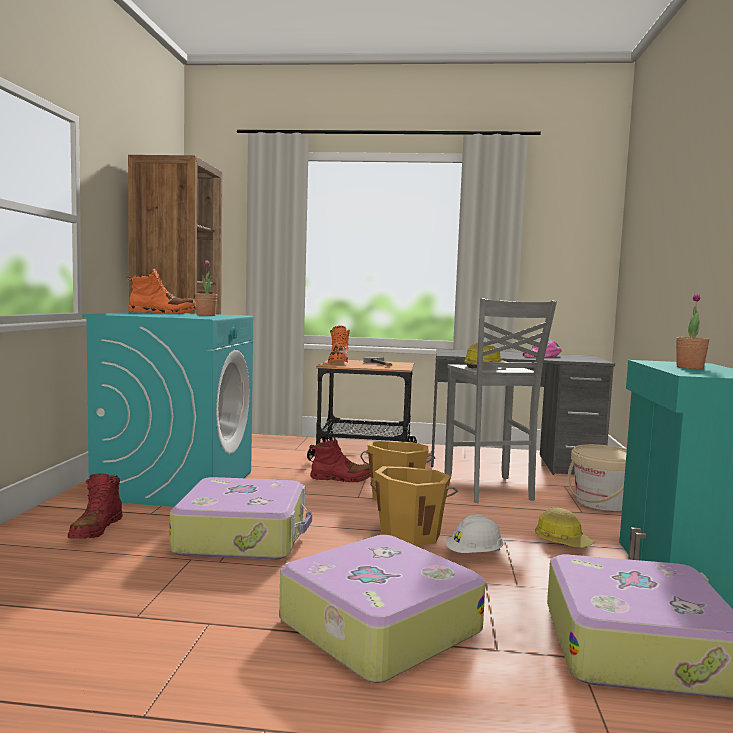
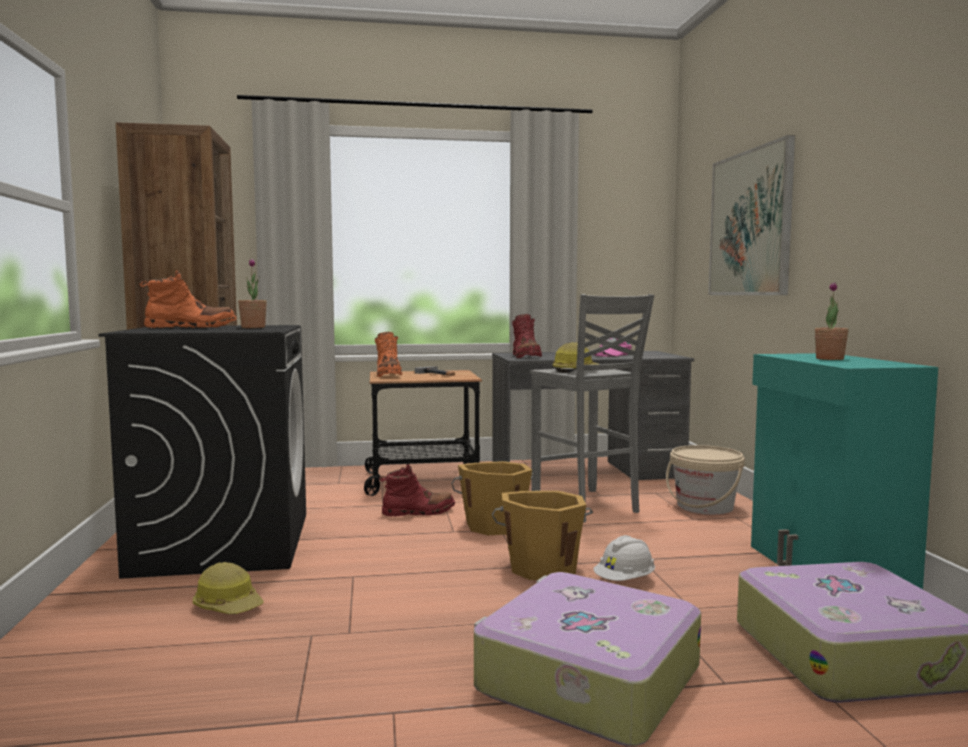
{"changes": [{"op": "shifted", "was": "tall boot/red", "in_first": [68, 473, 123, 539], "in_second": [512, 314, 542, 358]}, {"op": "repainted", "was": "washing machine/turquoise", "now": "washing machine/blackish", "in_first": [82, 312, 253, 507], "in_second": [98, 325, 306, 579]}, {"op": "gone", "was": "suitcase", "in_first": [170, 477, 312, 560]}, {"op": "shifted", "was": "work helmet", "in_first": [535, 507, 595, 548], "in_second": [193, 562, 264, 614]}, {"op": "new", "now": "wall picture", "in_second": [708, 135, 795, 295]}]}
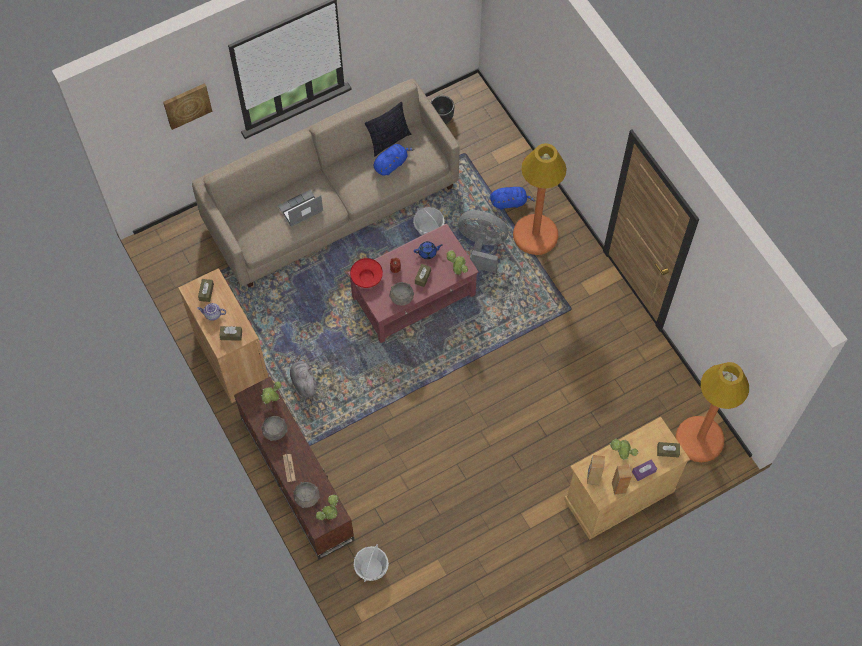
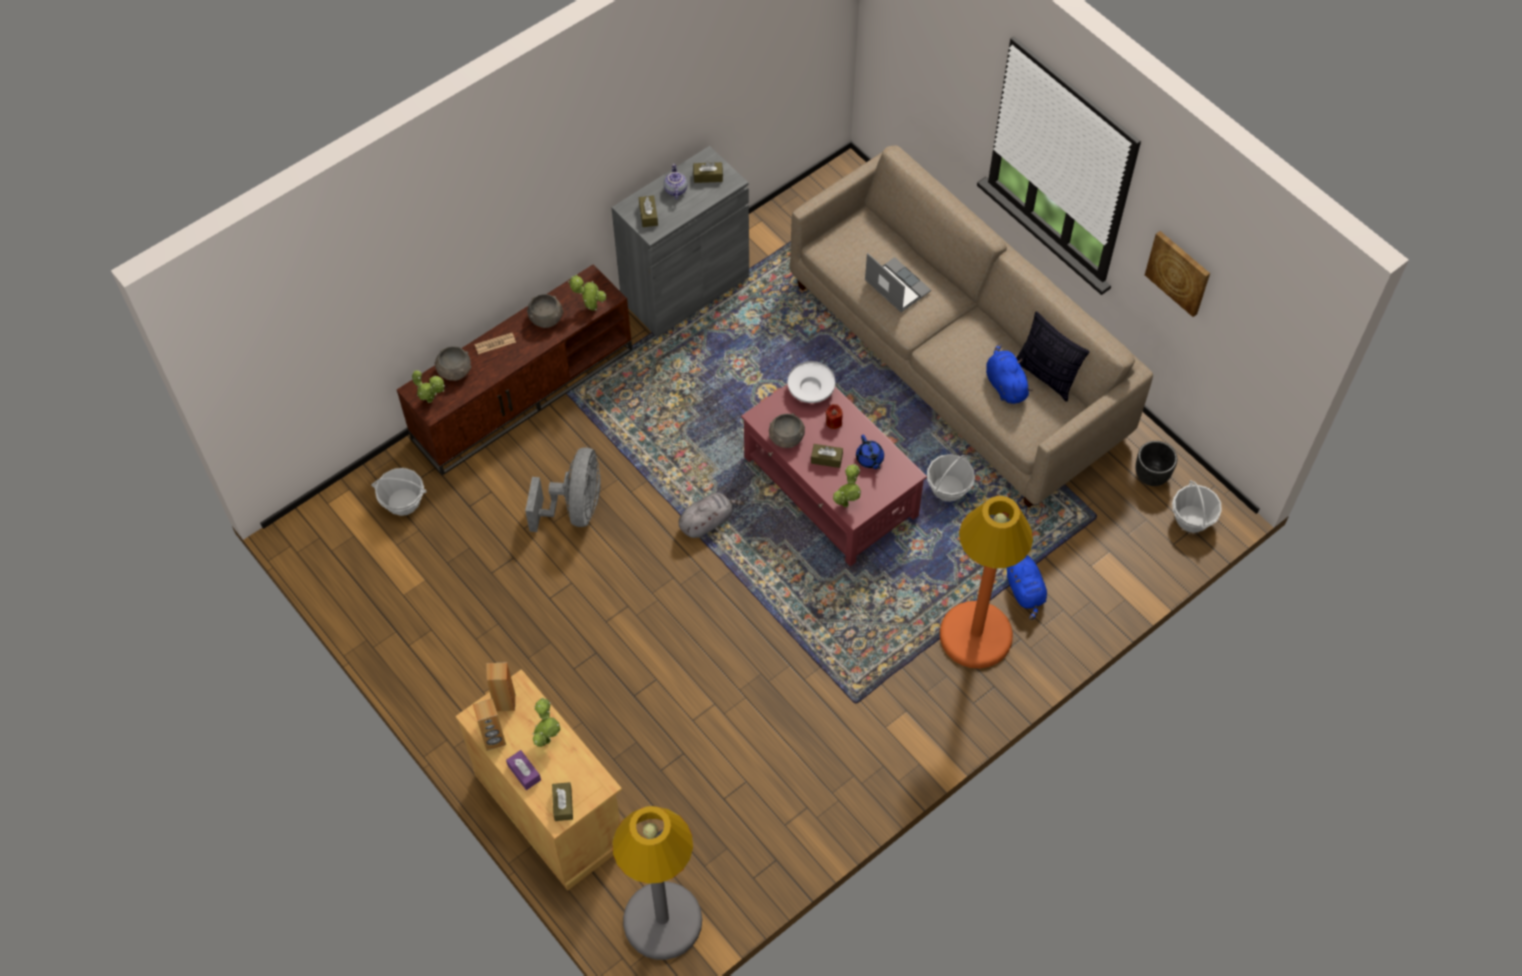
{"changes": [{"op": "shifted", "was": "wall picture", "in_first": [163, 83, 212, 130], "in_second": [1145, 231, 1210, 317]}, {"op": "repainted", "was": "cabinet/brownish", "now": "cabinet/gray", "in_first": [178, 268, 268, 403], "in_second": [611, 146, 749, 338]}, {"op": "shifted", "was": "cuddly toy/gray", "in_first": [290, 354, 318, 397], "in_second": [679, 493, 745, 538]}, {"op": "repainted", "was": "serving bowl/red", "now": "serving bowl/whitish", "in_first": [350, 258, 383, 288], "in_second": [787, 361, 835, 403]}, {"op": "rotated", "was": "cuddly toy/blue", "in_first": [374, 144, 415, 175], "in_second": [986, 343, 1033, 404], "clockwise": -150}, {"op": "shifted", "was": "fan/gray", "in_first": [458, 210, 508, 273], "in_second": [525, 447, 601, 532]}, {"op": "repainted", "was": "floor lamp/orange", "now": "floor lamp/gray", "in_first": [676, 362, 749, 462], "in_second": [612, 806, 702, 960]}, {"op": "new", "now": "storage basket", "in_second": [1172, 480, 1222, 533]}]}
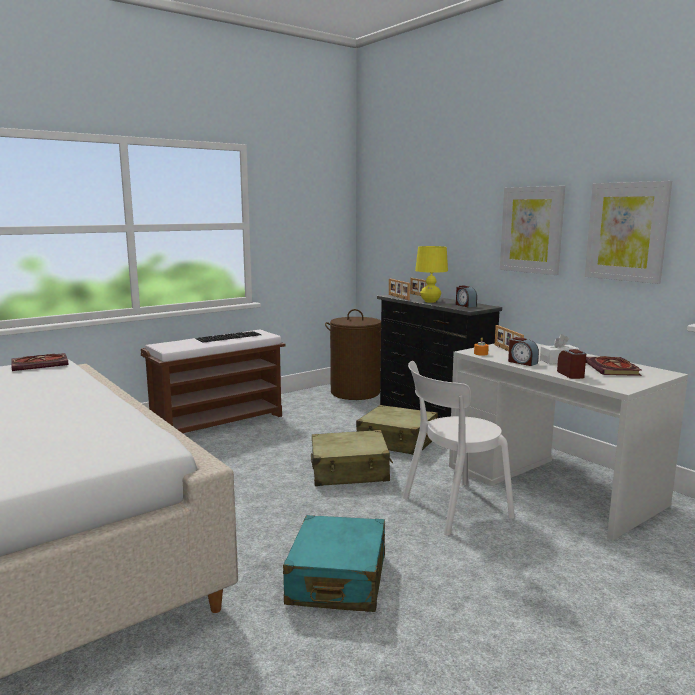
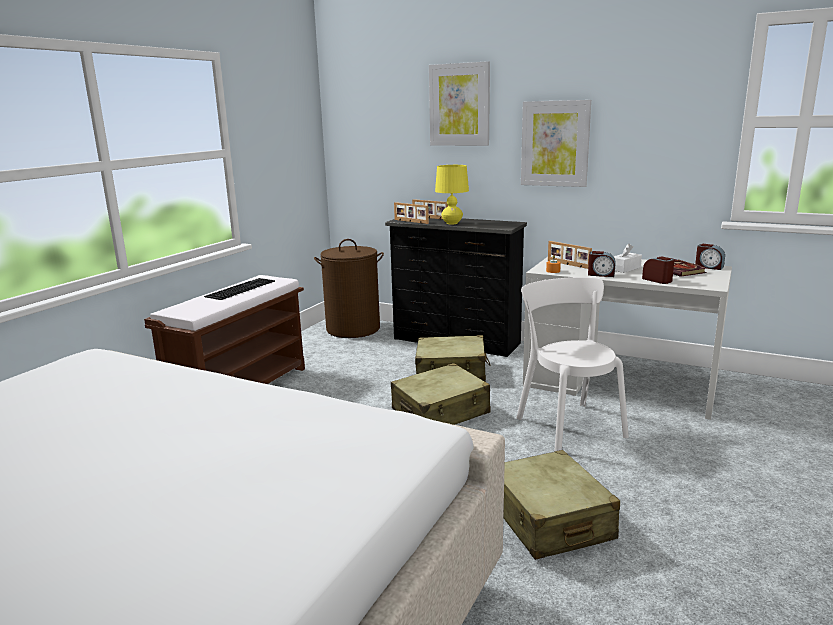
{"changes": [{"op": "gone", "was": "book", "in_first": [11, 353, 69, 371]}, {"op": "repainted", "was": "suitcase/turquoise", "now": "suitcase/sand-coloured", "in_first": [283, 515, 385, 612], "in_second": [503, 450, 620, 560]}, {"op": "rotated", "was": "upright chair/whitish", "in_first": [403, 361, 515, 536], "in_second": [516, 277, 629, 451], "clockwise": 120}, {"op": "shifted", "was": "table clock", "in_first": [456, 285, 477, 307], "in_second": [695, 244, 725, 270]}, {"op": "shifted", "was": "wall picture", "in_first": [585, 181, 672, 284], "in_second": [429, 61, 490, 146]}]}
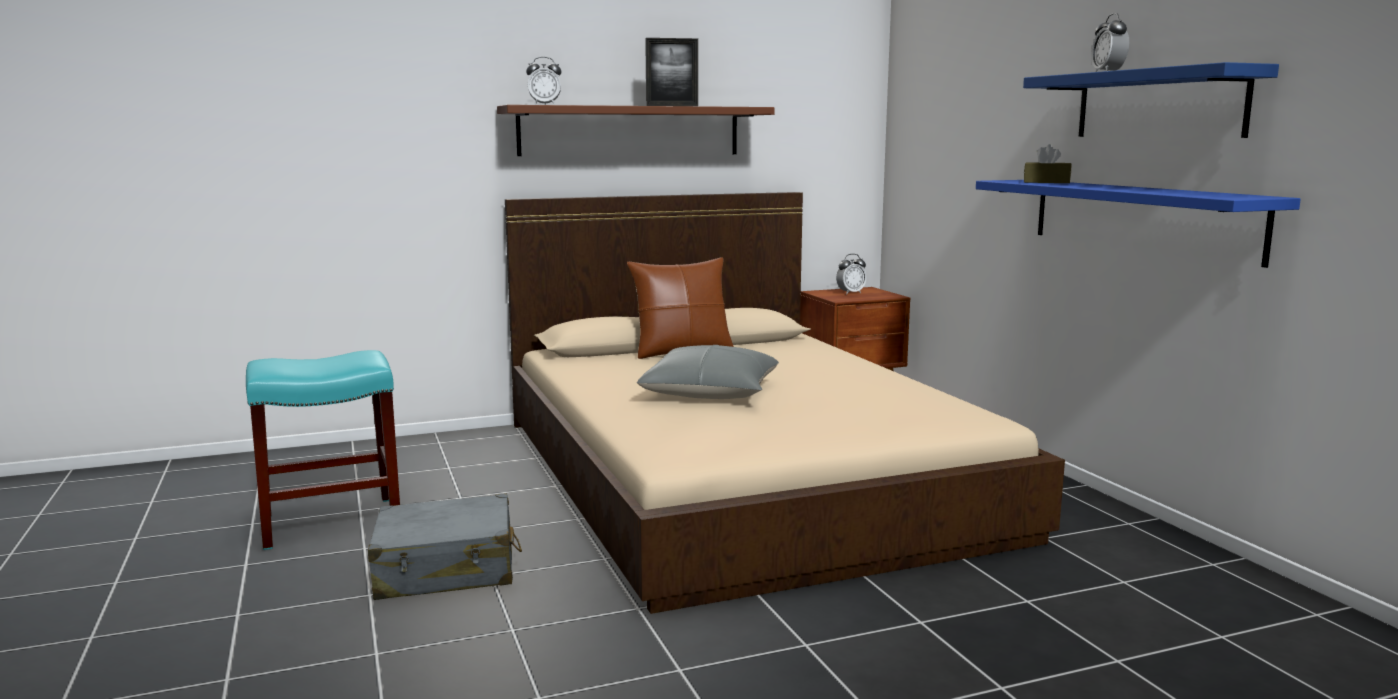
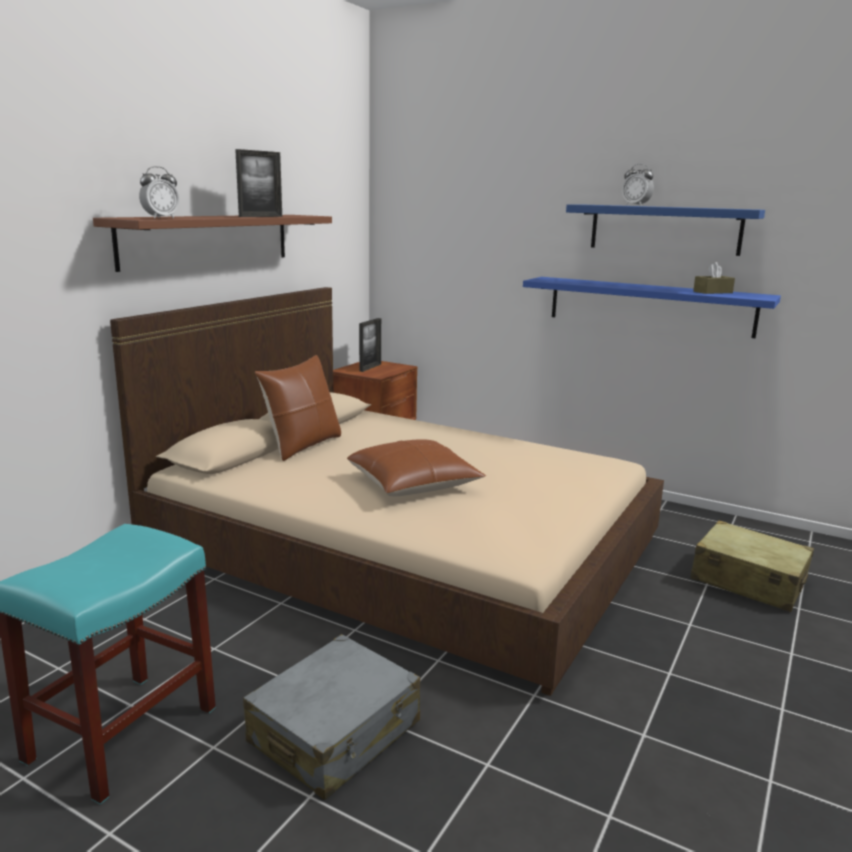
{"changes": [{"op": "repainted", "was": "pillow/gray", "now": "pillow/brownish", "in_first": [637, 345, 779, 399], "in_second": [347, 439, 486, 497]}, {"op": "swapped", "was": "table clock", "now": "photo frame", "in_first": [836, 254, 867, 294], "in_second": [359, 318, 381, 372]}, {"op": "shifted", "was": "tissue holder/brownish", "in_first": [1024, 144, 1071, 183], "in_second": [693, 262, 735, 294]}, {"op": "new", "now": "suitcase/sand-coloured", "in_second": [690, 520, 814, 612]}]}
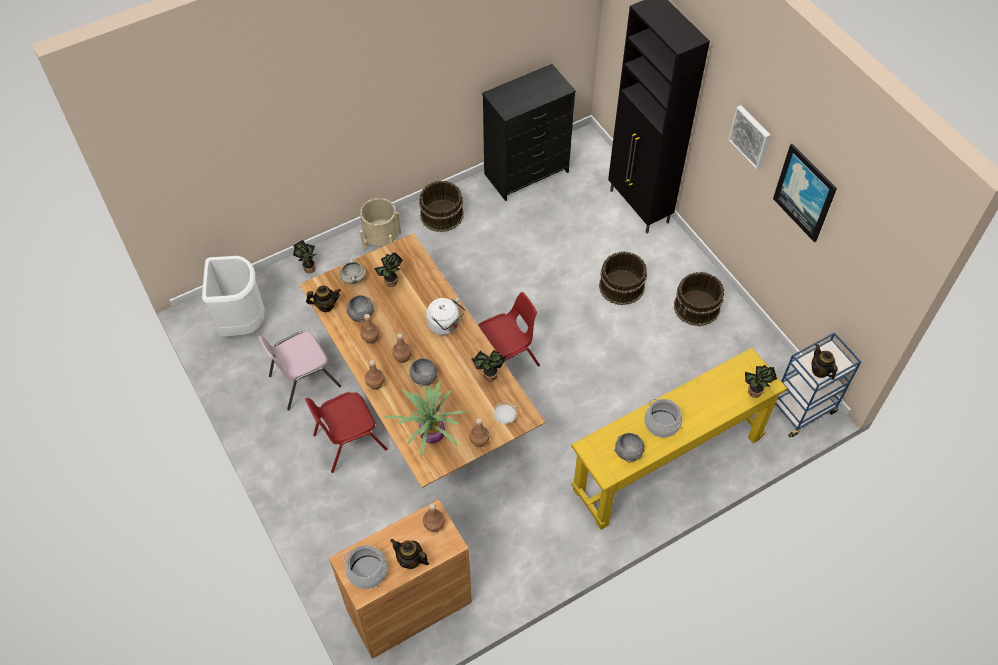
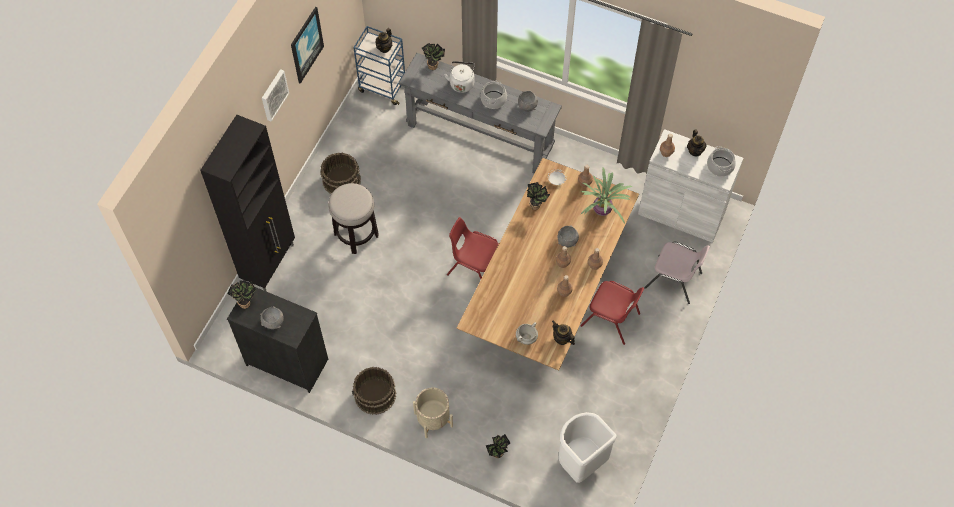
{"changes": [{"op": "shifted", "was": "upright chair/pink", "in_first": [258, 332, 341, 410], "in_second": [644, 241, 710, 304]}, {"op": "repainted", "was": "cabinet/brownish", "now": "cabinet/whitish", "in_first": [329, 499, 472, 659], "in_second": [638, 129, 743, 243]}, {"op": "shifted", "was": "serving bowl/gray", "in_first": [346, 295, 375, 323], "in_second": [260, 306, 284, 329]}, {"op": "shifted", "was": "potted plant", "in_first": [374, 252, 403, 287], "in_second": [227, 280, 256, 309]}, {"op": "shifted", "was": "tea kettle/whitish", "in_first": [426, 298, 465, 335], "in_second": [444, 61, 475, 93]}, {"op": "repainted", "was": "console table/yellowish", "now": "console table/gray", "in_first": [571, 348, 787, 530], "in_second": [399, 53, 562, 174]}, {"op": "swapped", "was": "bucket/brownish", "now": "stool", "in_first": [599, 251, 647, 305], "in_second": [328, 183, 379, 254]}]}
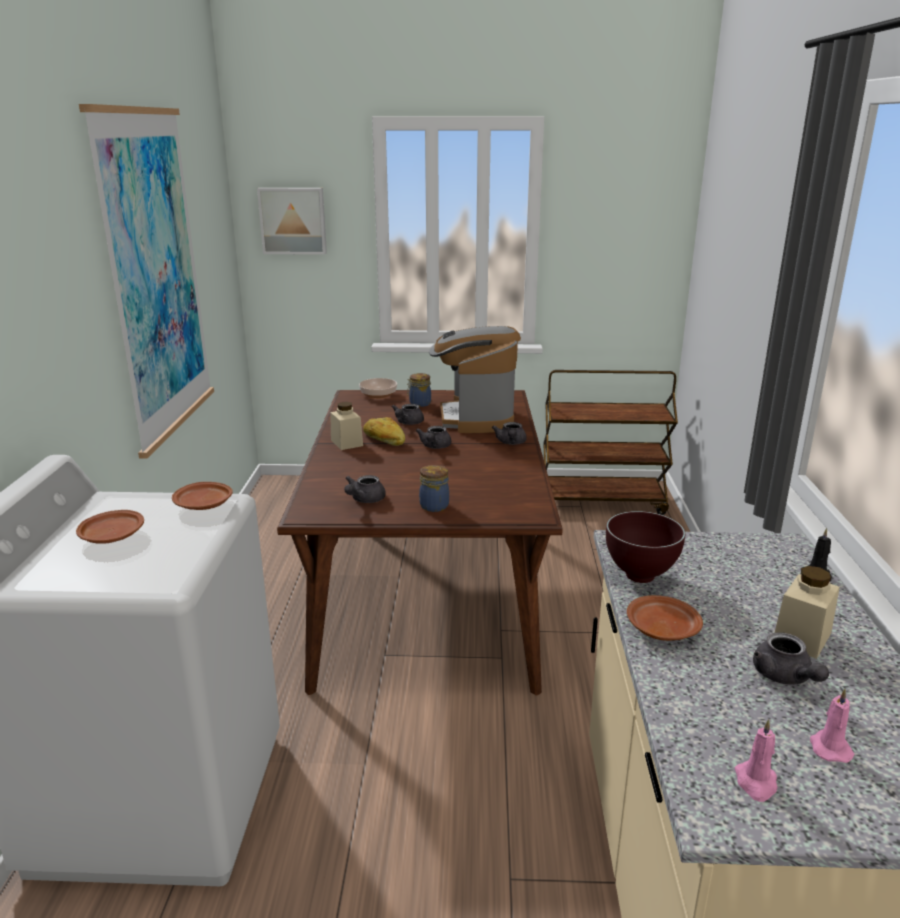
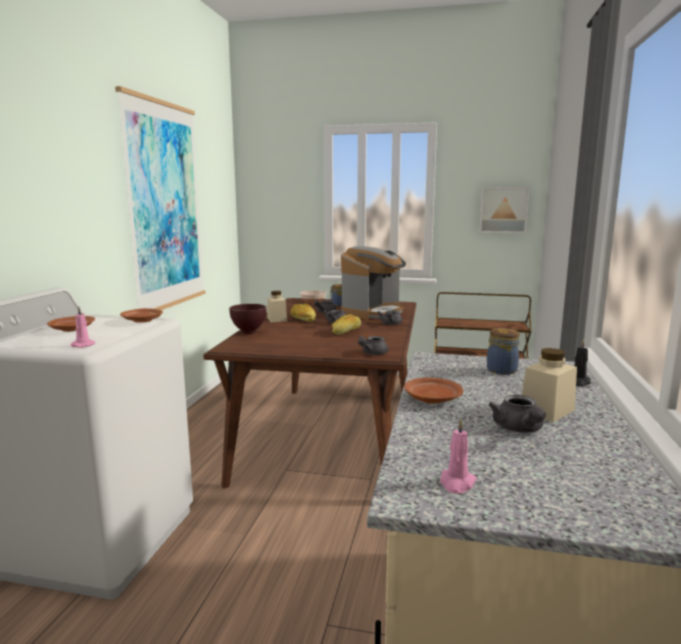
{"changes": [{"op": "shifted", "was": "wall picture", "in_first": [257, 188, 327, 255], "in_second": [479, 187, 530, 233]}, {"op": "shifted", "was": "pot for tea/gray", "in_first": [344, 475, 386, 503], "in_second": [358, 336, 388, 355]}, {"op": "shifted", "was": "storage jar", "in_first": [419, 465, 449, 512], "in_second": [487, 328, 520, 375]}, {"op": "rotated", "was": "coffee machine", "in_first": [429, 326, 521, 433], "in_second": [341, 246, 406, 320], "clockwise": -150}, {"op": "shifted", "was": "serving bowl/brownish", "in_first": [606, 511, 685, 583], "in_second": [229, 304, 266, 334]}, {"op": "shifted", "was": "candle/pink", "in_first": [810, 689, 854, 763], "in_second": [71, 306, 95, 348]}, {"op": "new", "now": "bread", "in_second": [332, 314, 361, 335]}]}
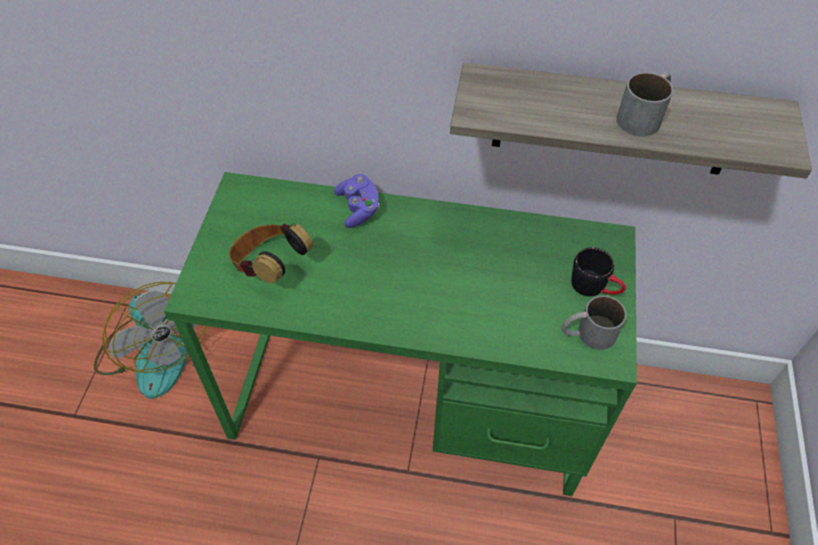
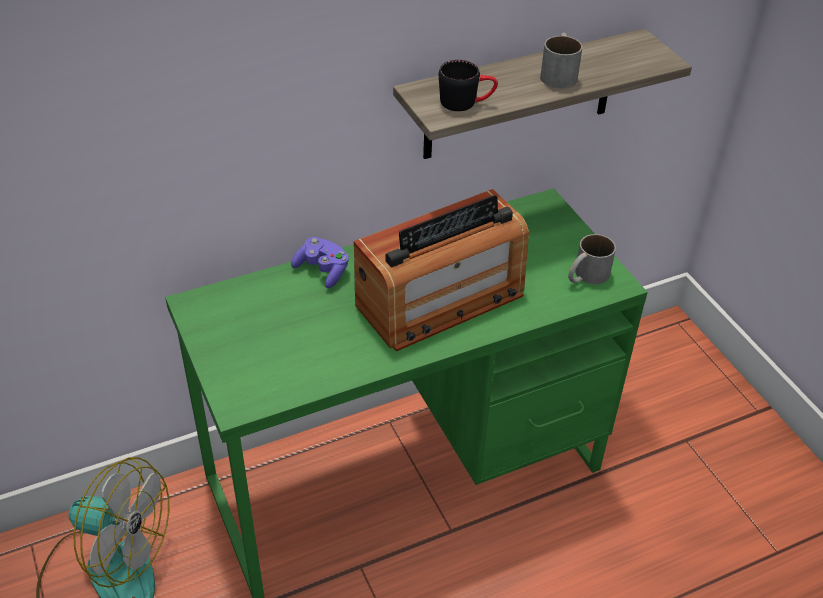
{"changes": [{"op": "gone", "was": "headphones", "in_first": [229, 224, 314, 283]}, {"op": "shifted", "was": "coffee mug/blackish", "in_first": [571, 247, 626, 296], "in_second": [439, 60, 498, 111]}, {"op": "new", "now": "radio set", "in_second": [354, 189, 529, 351]}]}
